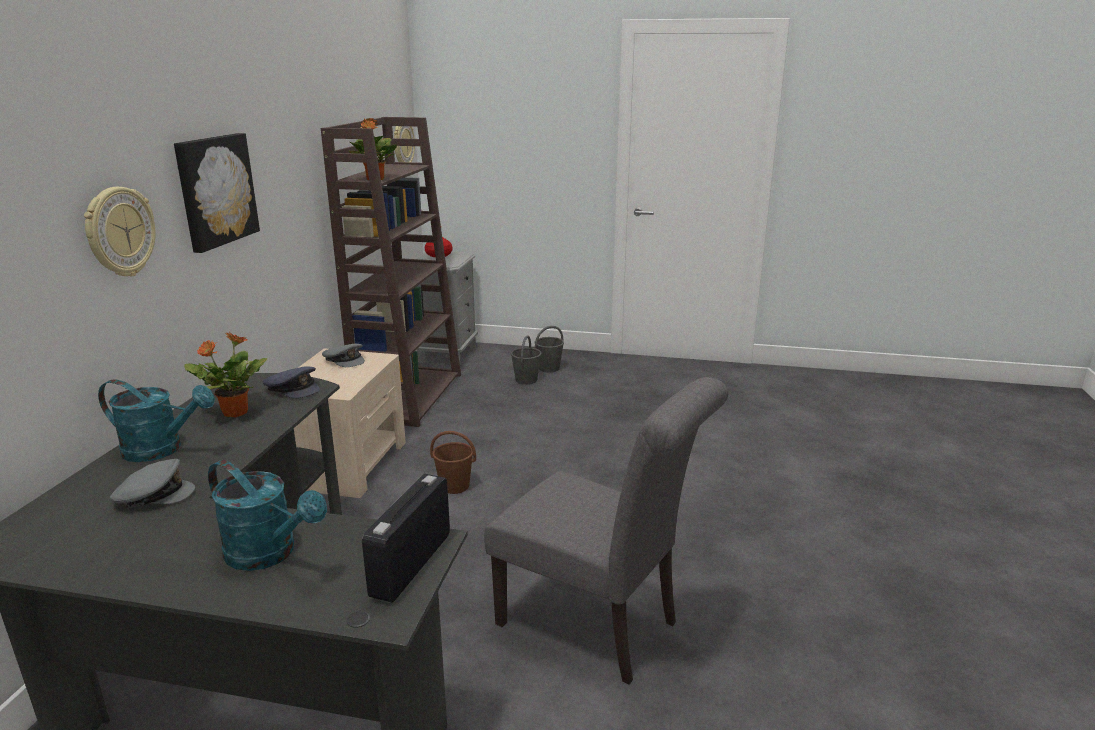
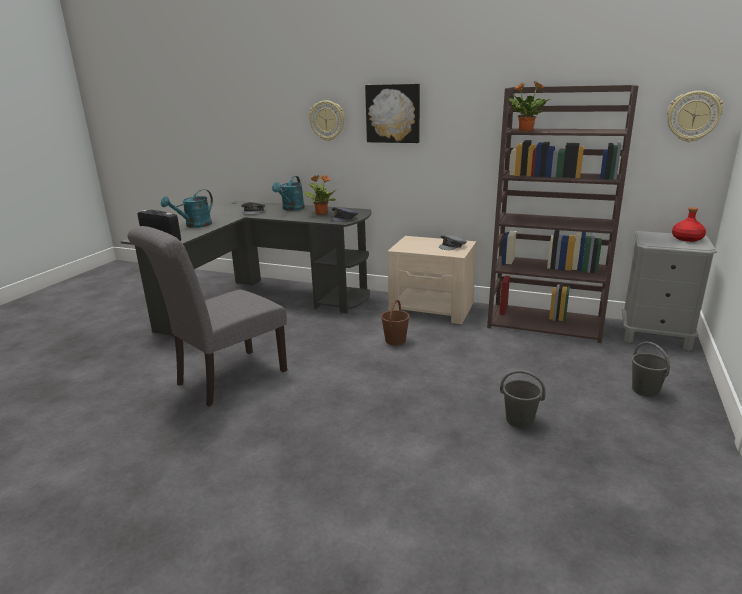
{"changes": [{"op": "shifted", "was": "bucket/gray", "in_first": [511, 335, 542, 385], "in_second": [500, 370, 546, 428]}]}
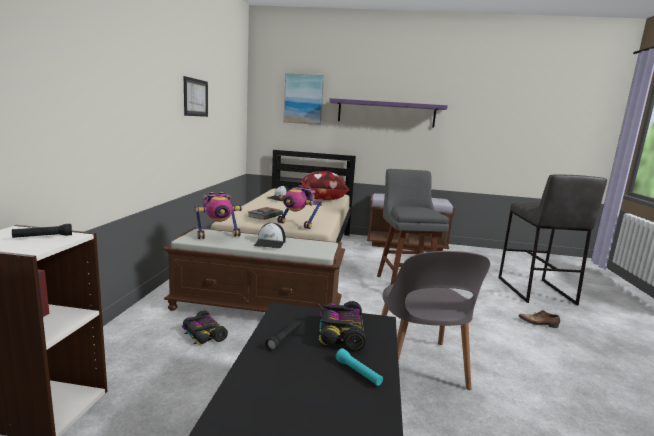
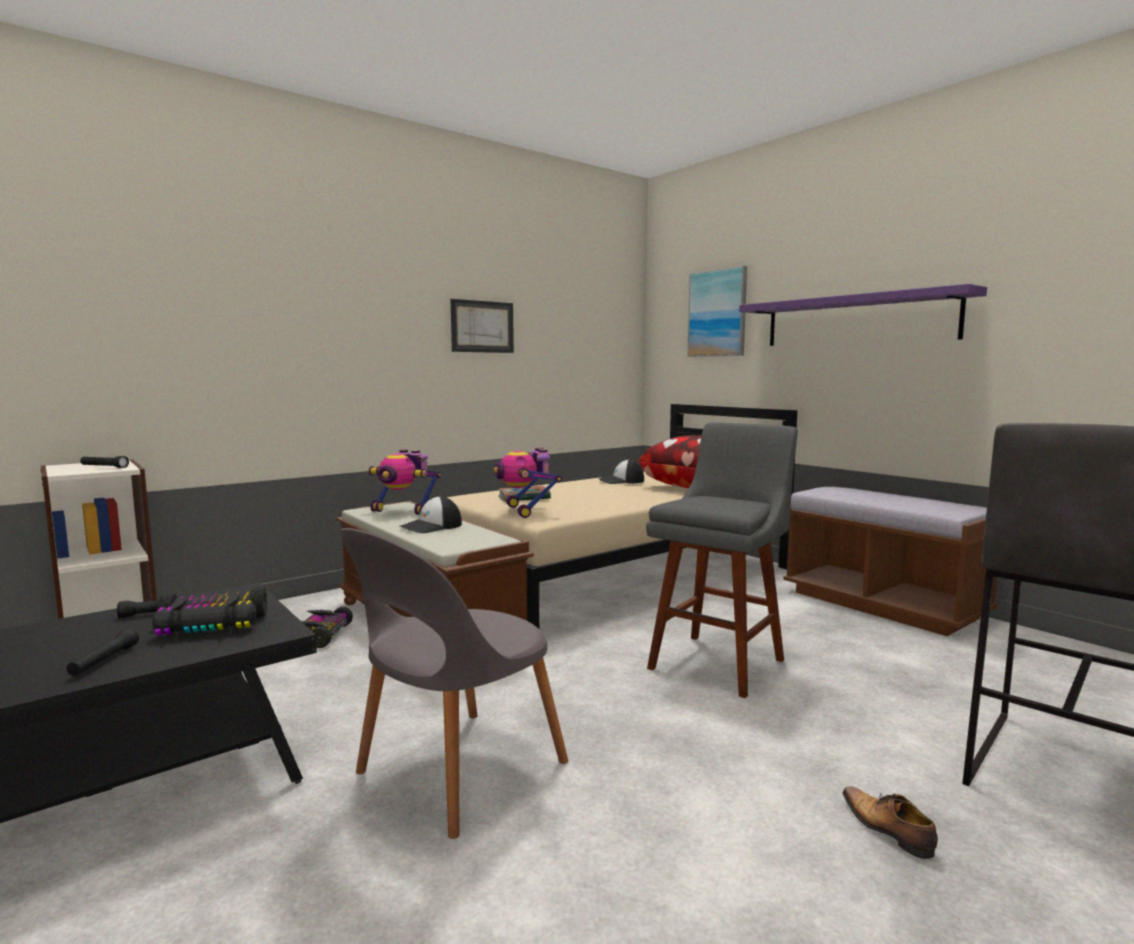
{"changes": [{"op": "rotated", "was": "model car", "in_first": [317, 301, 366, 352], "in_second": [152, 587, 267, 642], "clockwise": -150}, {"op": "repainted", "was": "hand torch/turquoise", "now": "hand torch/blackish", "in_first": [336, 348, 383, 386], "in_second": [67, 629, 139, 676]}]}
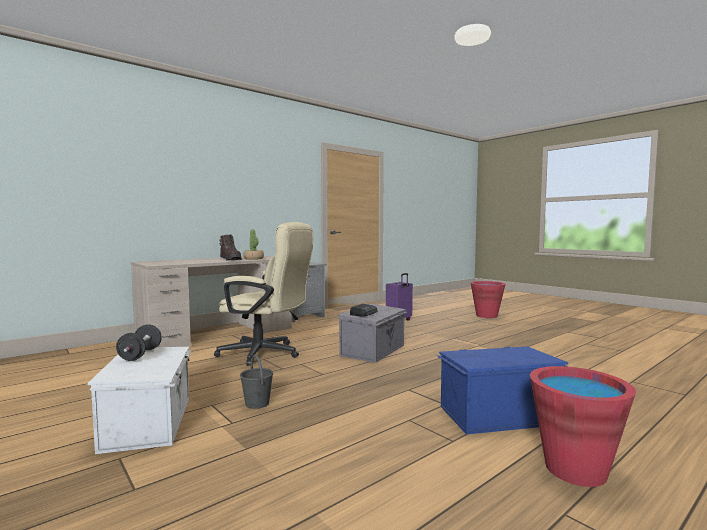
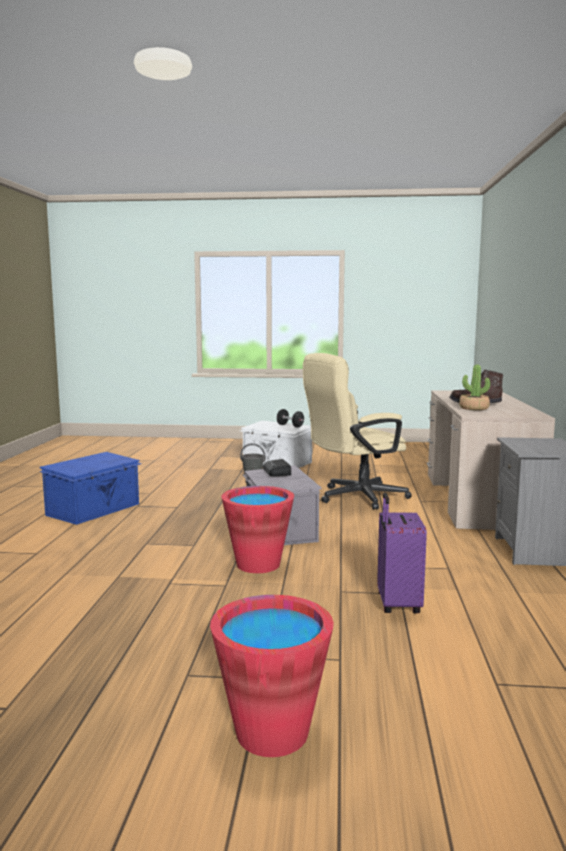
{"changes": [{"op": "shifted", "was": "bucket/red", "in_first": [530, 366, 636, 487], "in_second": [221, 486, 294, 573]}]}
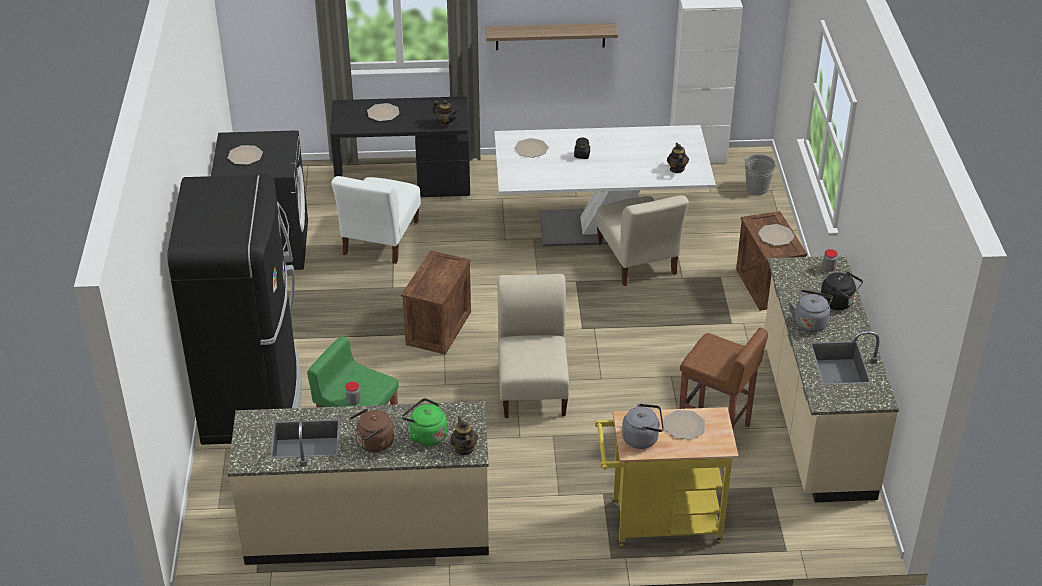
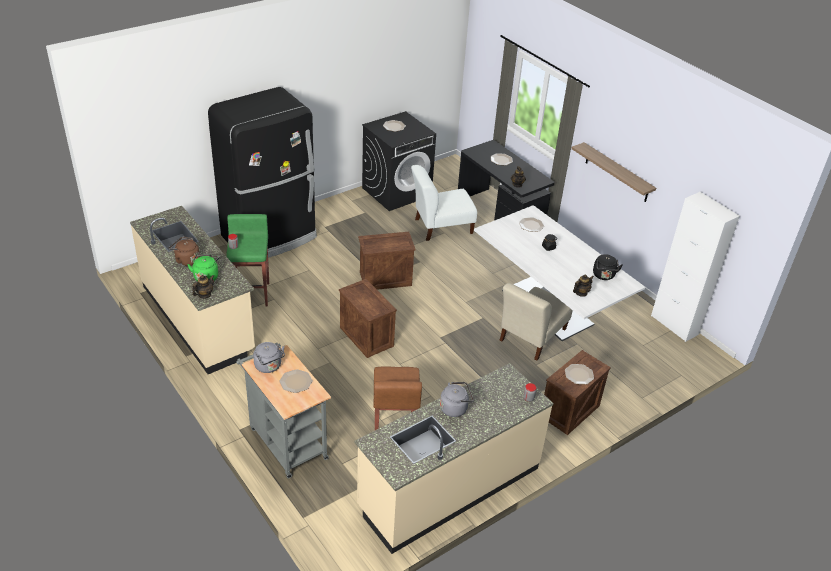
{"changes": [{"op": "swapped", "was": "upright chair/sand-coloured", "now": "packing crate", "in_first": [497, 274, 569, 418], "in_second": [339, 279, 397, 358]}, {"op": "repainted", "was": "cart/yellowish", "now": "cart/gray", "in_first": [595, 407, 739, 546], "in_second": [236, 343, 331, 479]}, {"op": "gone", "was": "bucket/gray", "in_first": [745, 154, 776, 195]}, {"op": "shifted", "was": "tea kettle/blackish", "in_first": [821, 271, 863, 310], "in_second": [593, 254, 623, 280]}]}
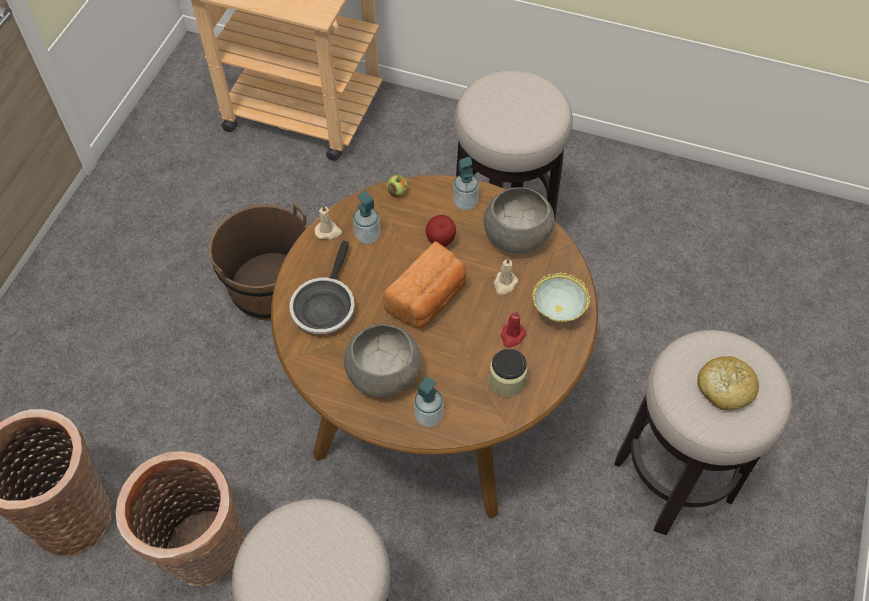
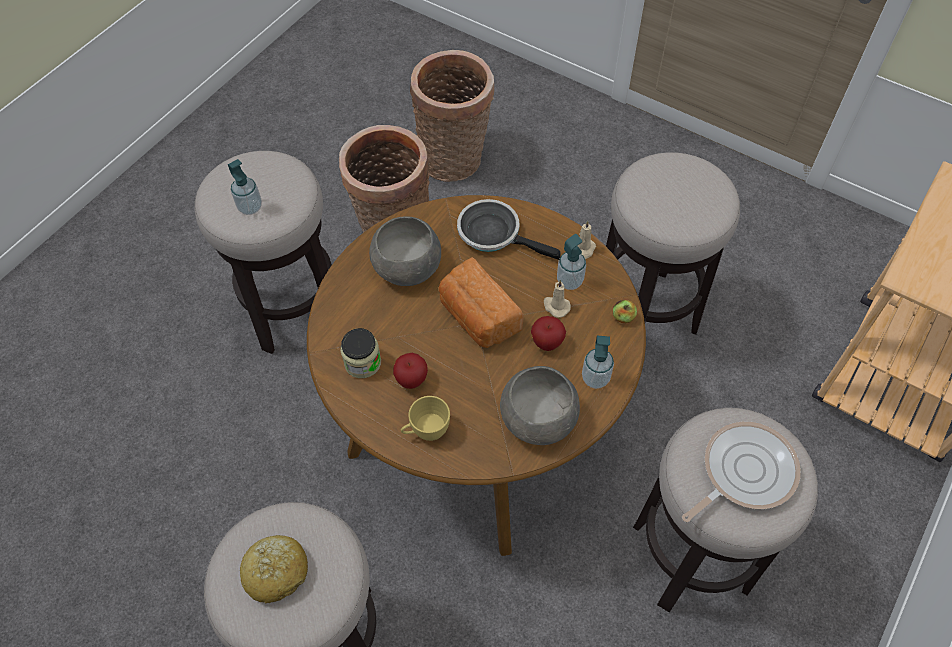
{"changes": [{"op": "swapped", "was": "bucket/brownish", "now": "stool", "in_first": [209, 203, 307, 321], "in_second": [606, 152, 740, 335]}, {"op": "shifted", "was": "liquid soap bottle", "in_first": [414, 376, 444, 427], "in_second": [228, 159, 262, 215]}, {"op": "shifted", "was": "candle/sand-coloured", "in_first": [494, 257, 518, 295], "in_second": [544, 280, 571, 317]}, {"op": "swapped", "was": "candle/red", "now": "apple", "in_first": [500, 311, 526, 348], "in_second": [393, 353, 428, 389]}, {"op": "swapped", "was": "serving bowl", "now": "drinking cup/yellowish", "in_first": [532, 272, 590, 322], "in_second": [401, 396, 450, 441]}, {"op": "new", "now": "skillet", "in_second": [682, 422, 801, 523]}]}
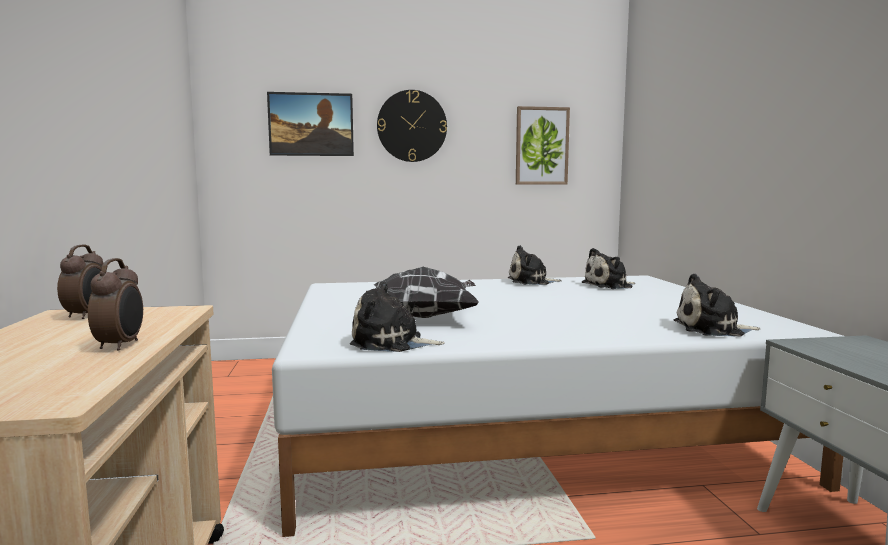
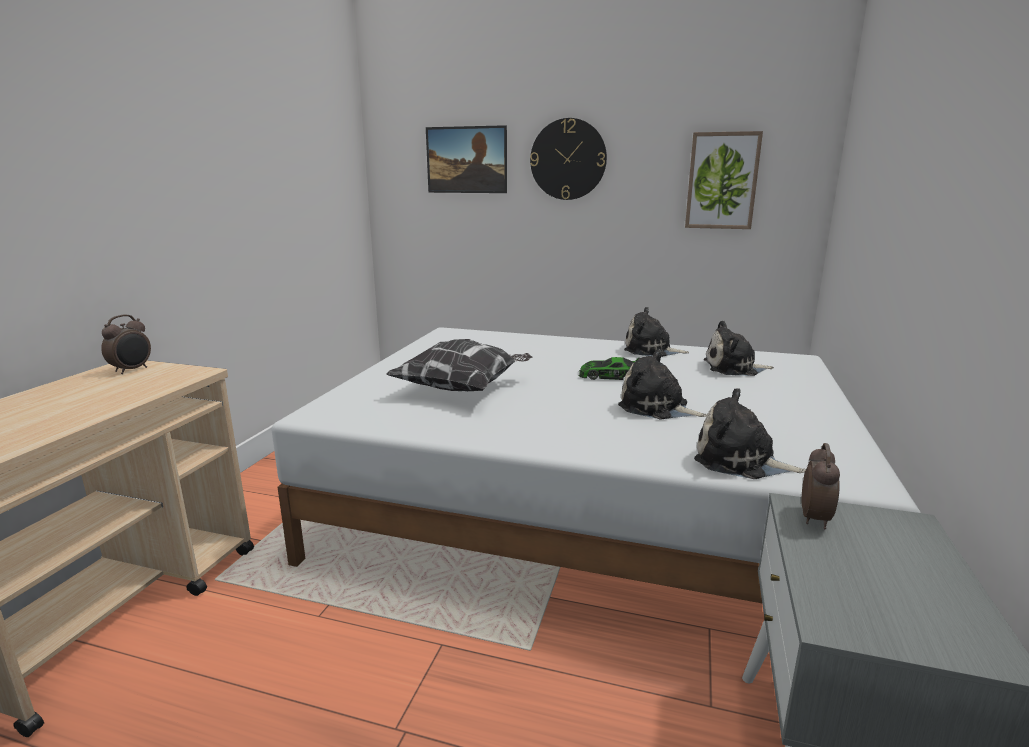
{"changes": [{"op": "shifted", "was": "table clock", "in_first": [88, 258, 143, 351], "in_second": [802, 443, 840, 529]}, {"op": "shifted", "was": "cuddly toy", "in_first": [350, 281, 445, 352], "in_second": [618, 349, 707, 419]}, {"op": "new", "now": "model car", "in_second": [578, 357, 639, 380]}]}
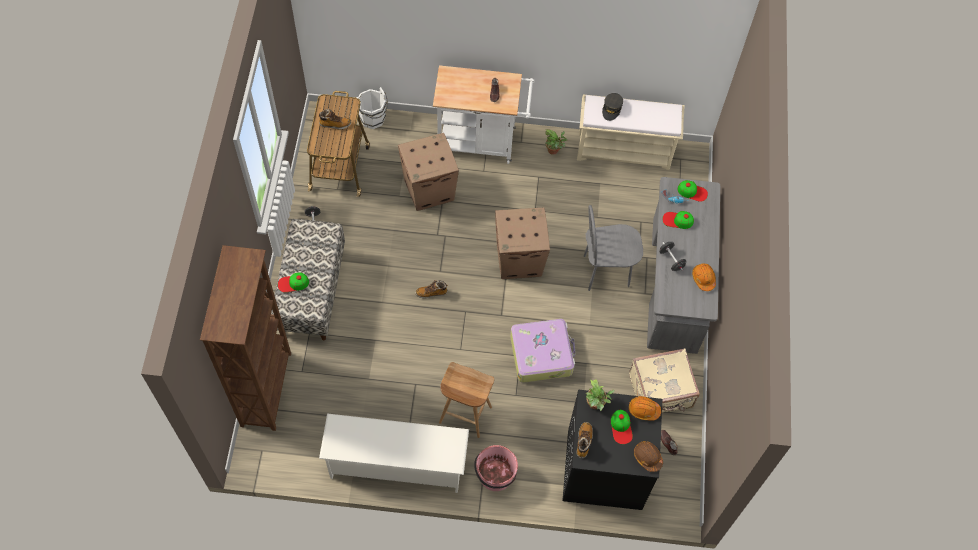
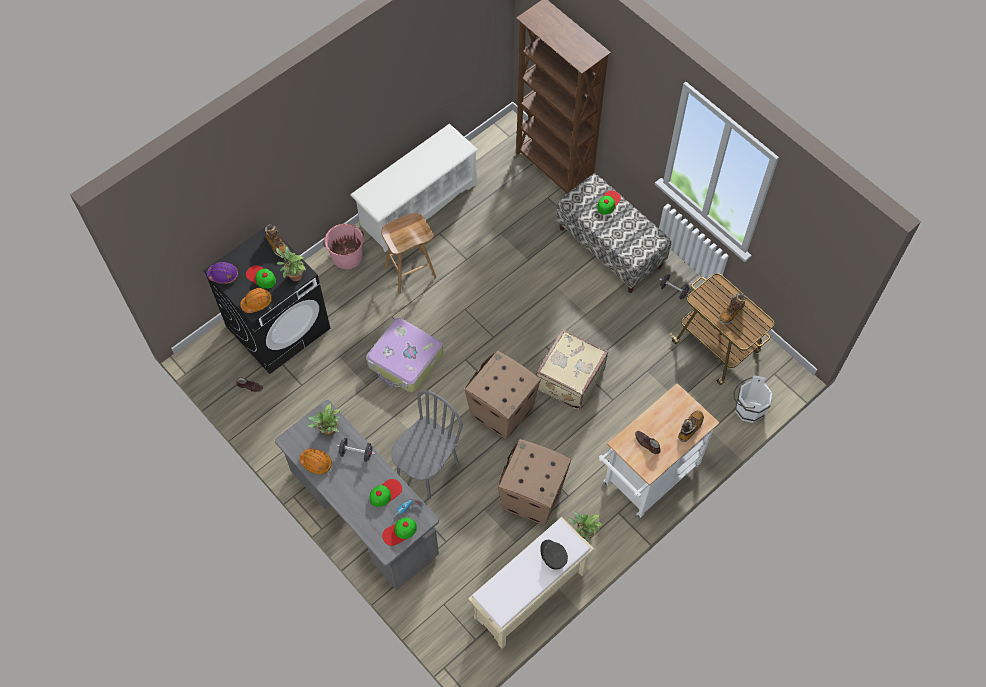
{"changes": [{"op": "shifted", "was": "cardboard box", "in_first": [398, 133, 459, 211], "in_second": [498, 439, 571, 526]}, {"op": "shifted", "was": "tall boot", "in_first": [416, 280, 448, 298], "in_second": [678, 411, 704, 442]}, {"op": "shifted", "was": "suitcase/sand-coloured", "in_first": [629, 348, 700, 413], "in_second": [536, 329, 608, 410]}, {"op": "repainted", "was": "work helmet/brownish", "now": "work helmet/purple-coloured", "in_first": [634, 441, 663, 472], "in_second": [207, 262, 238, 284]}, {"op": "new", "now": "potted plant", "in_second": [307, 403, 340, 436]}]}
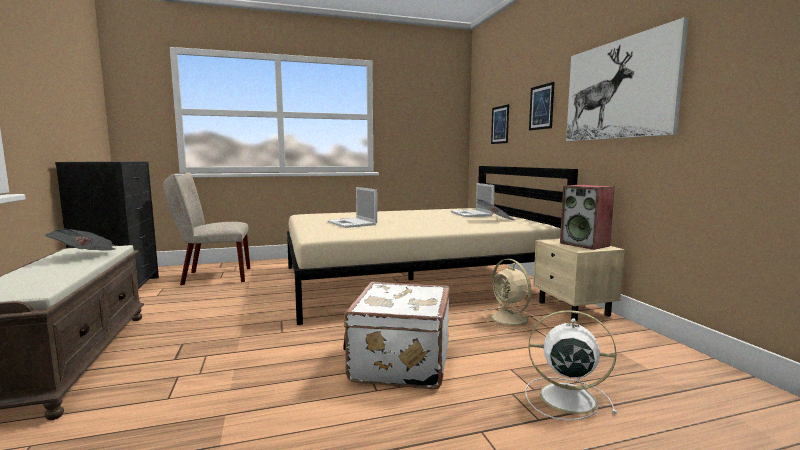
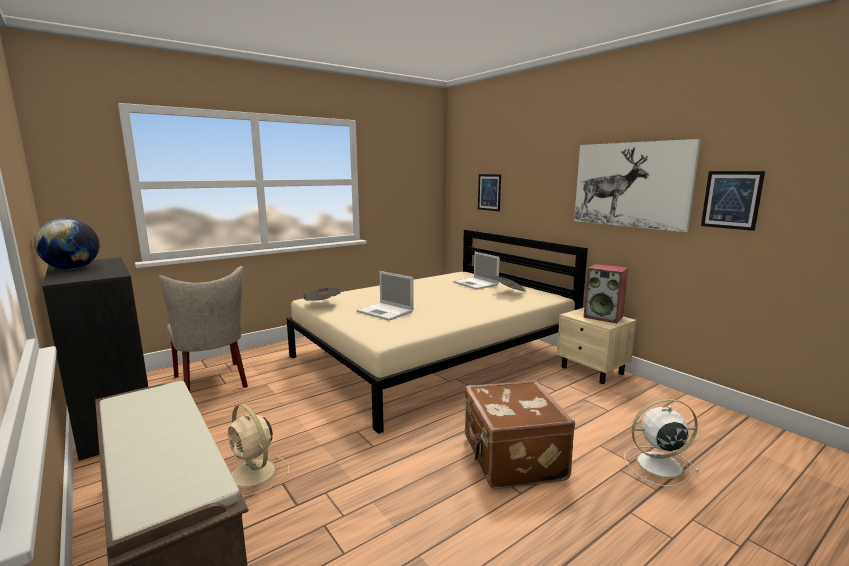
{"changes": [{"op": "shifted", "was": "printed paper", "in_first": [45, 229, 115, 251], "in_second": [303, 288, 340, 301]}, {"op": "rotated", "was": "upright chair/sand-coloured", "in_first": [164, 172, 250, 285], "in_second": [158, 266, 248, 392], "clockwise": -90}, {"op": "repainted", "was": "suitcase/whitish", "now": "suitcase/brownish", "in_first": [343, 282, 449, 389], "in_second": [464, 380, 575, 489]}, {"op": "shifted", "was": "fan/sand-coloured", "in_first": [483, 259, 539, 329], "in_second": [227, 404, 290, 497]}, {"op": "shifted", "was": "wall picture", "in_first": [529, 82, 554, 131], "in_second": [701, 171, 765, 231]}, {"op": "new", "now": "world globe", "in_second": [34, 218, 100, 270]}]}
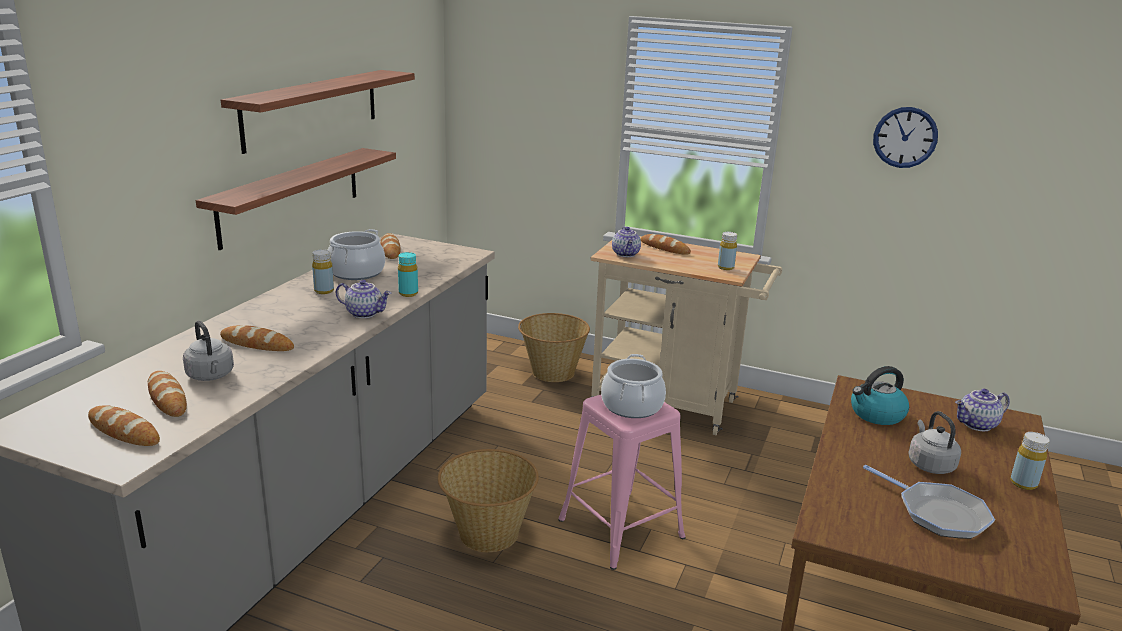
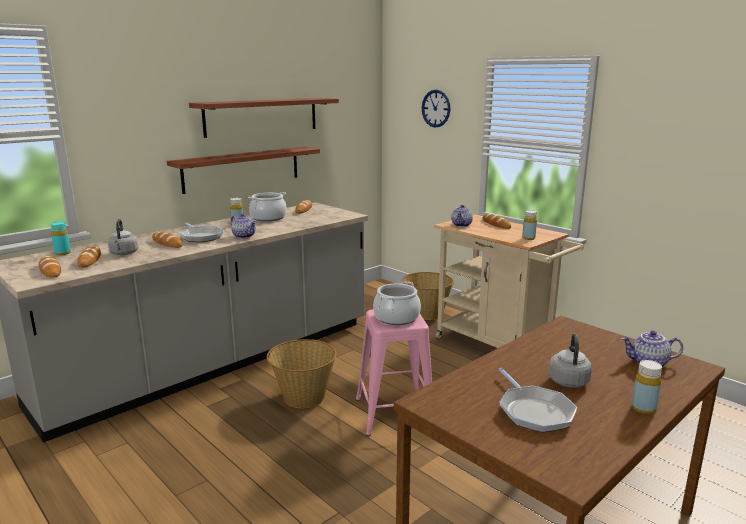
{"changes": [{"op": "shifted", "was": "drink bottle/turquoise", "in_first": [398, 252, 418, 297], "in_second": [51, 222, 71, 255]}, {"op": "gone", "was": "tea kettle", "in_first": [851, 366, 909, 425]}, {"op": "shifted", "was": "wall clock", "in_first": [873, 107, 938, 168], "in_second": [422, 90, 450, 128]}, {"op": "new", "now": "skillet", "in_second": [180, 223, 224, 242]}]}
